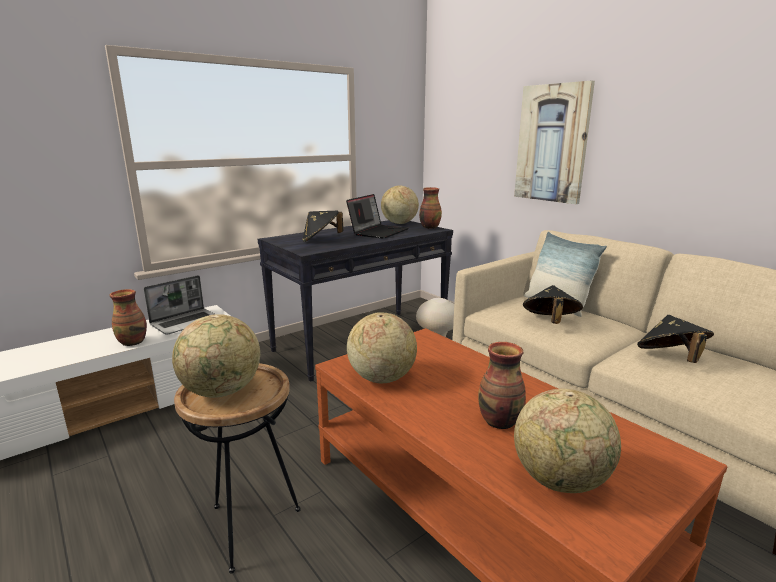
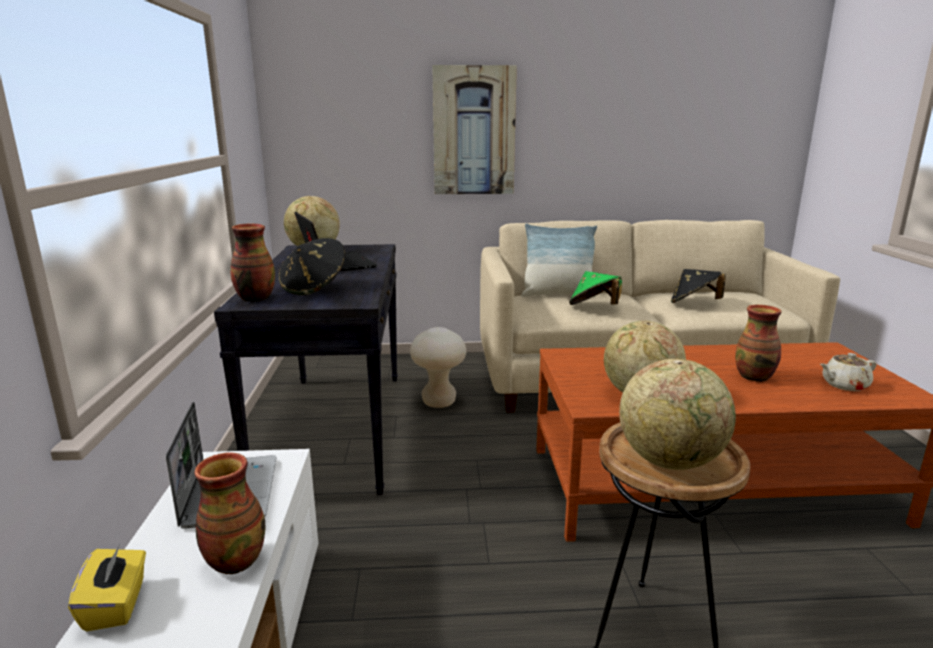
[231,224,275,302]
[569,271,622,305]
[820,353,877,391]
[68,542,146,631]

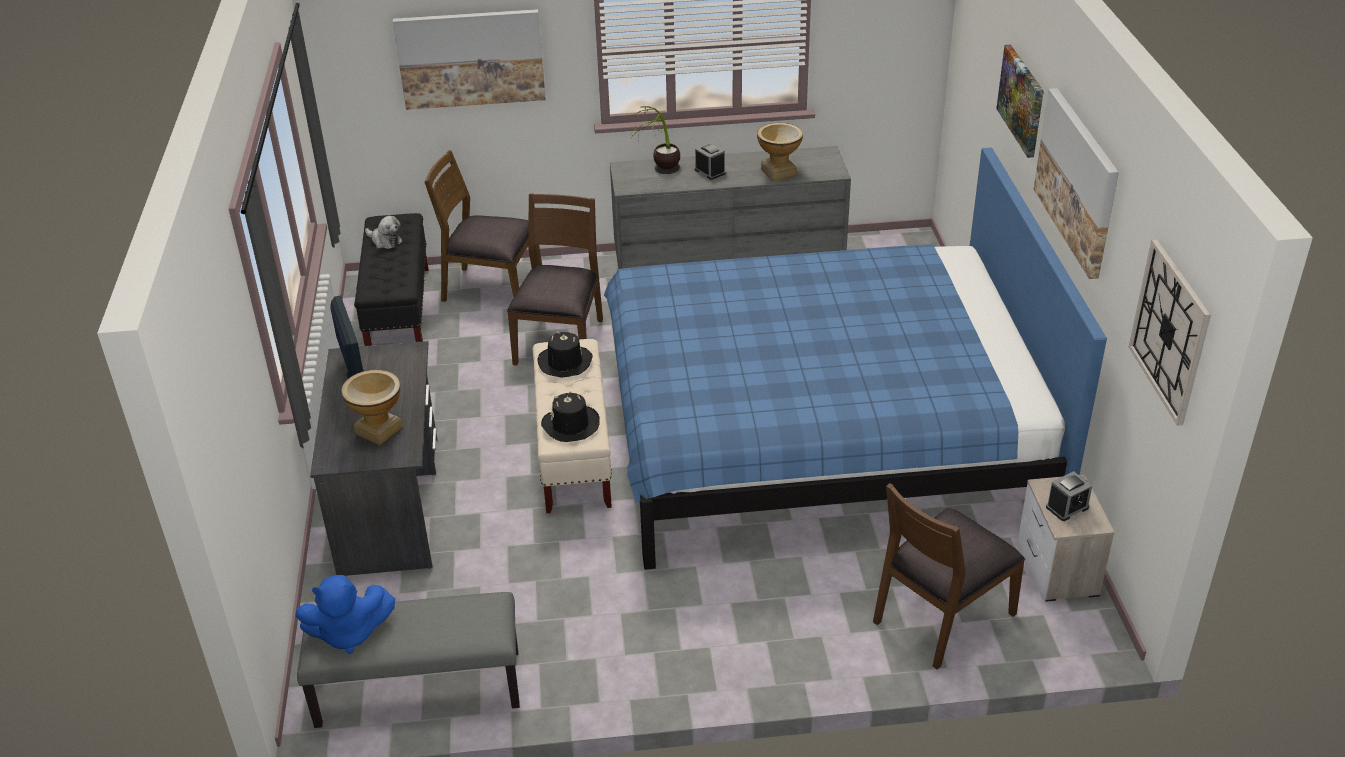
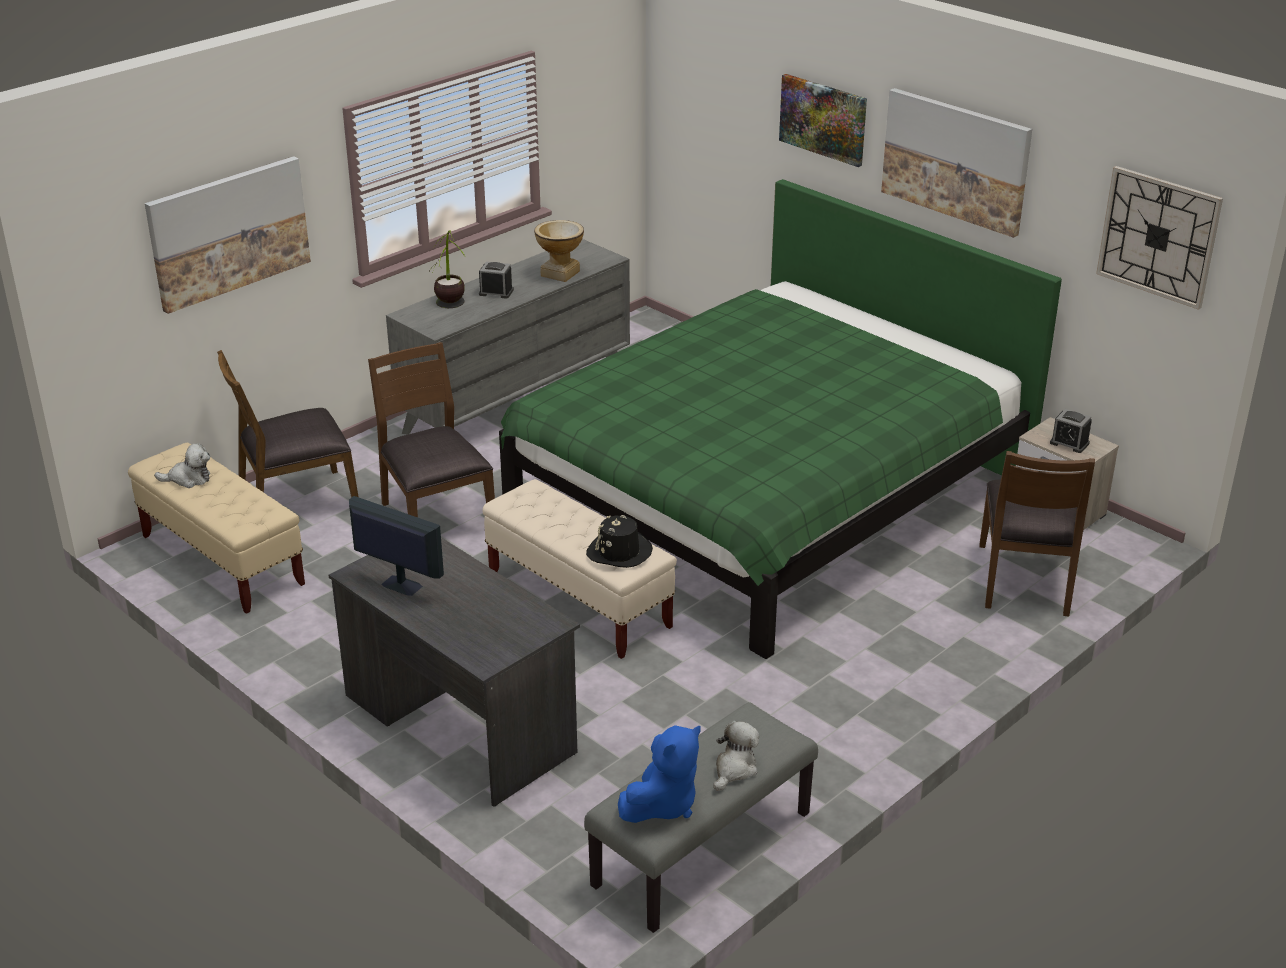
[499,179,1062,659]
[128,443,305,614]
[537,332,593,378] (first image)
[341,370,402,446] (first image)
[1050,409,1092,453]
[713,721,759,791]

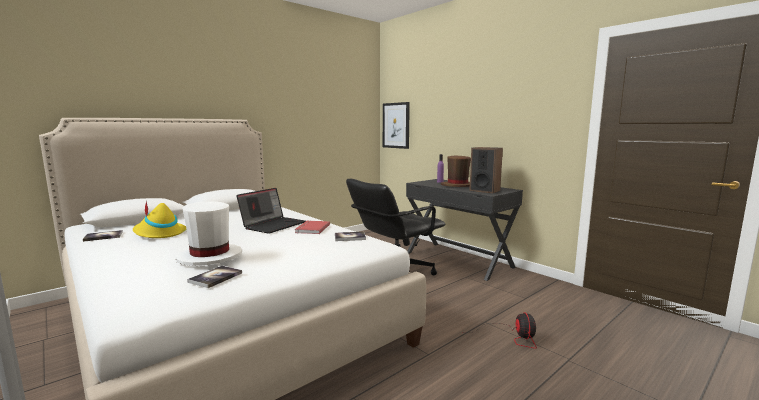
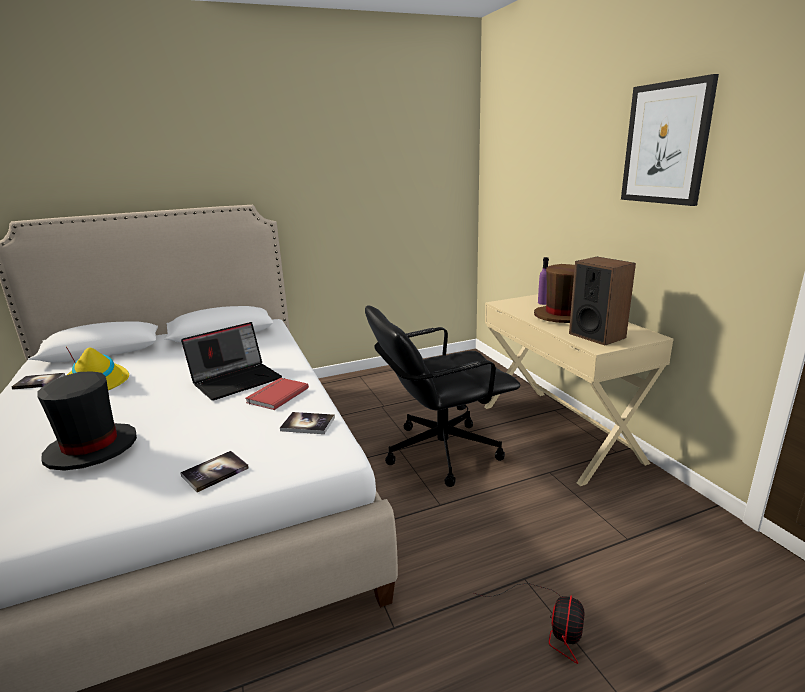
[621,74,719,206]
[484,294,673,486]
[37,371,137,471]
[180,451,249,493]

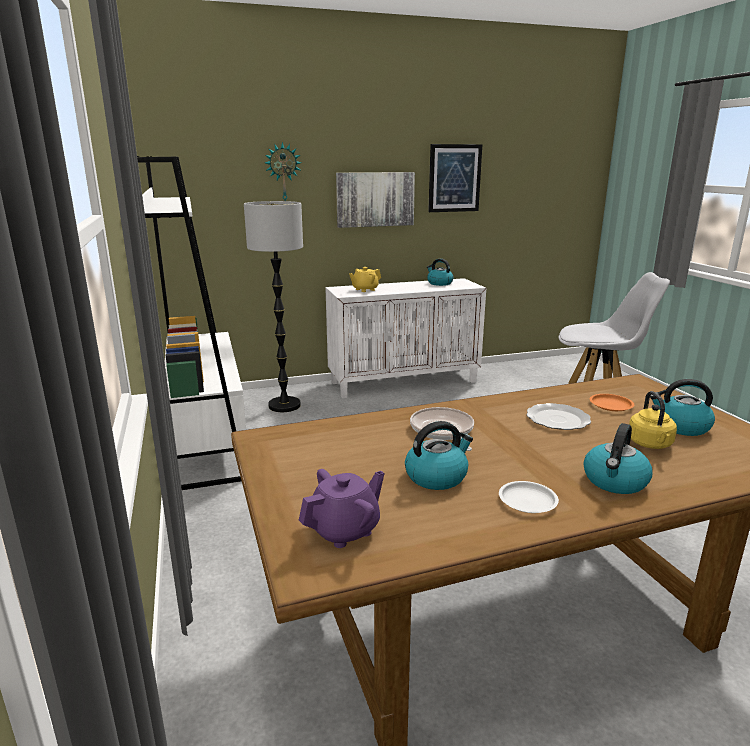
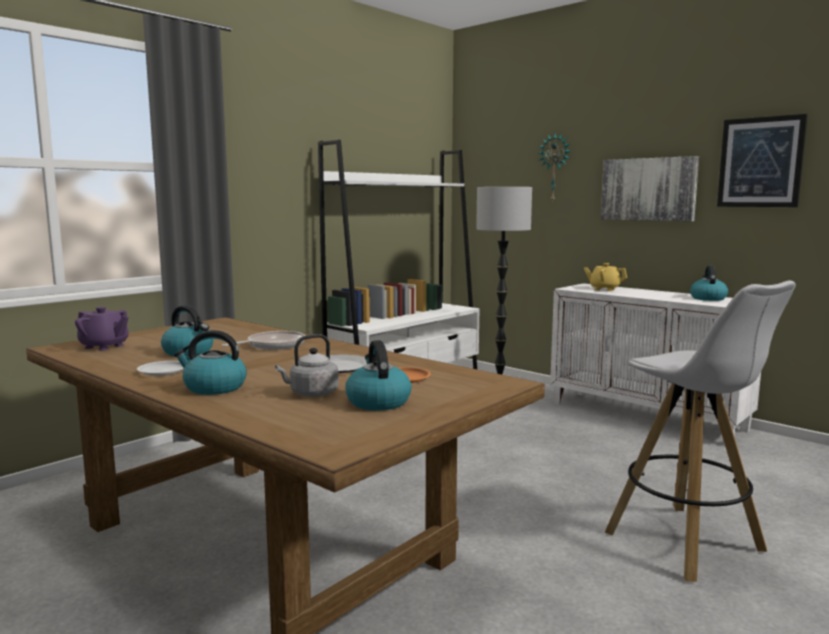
[275,334,339,397]

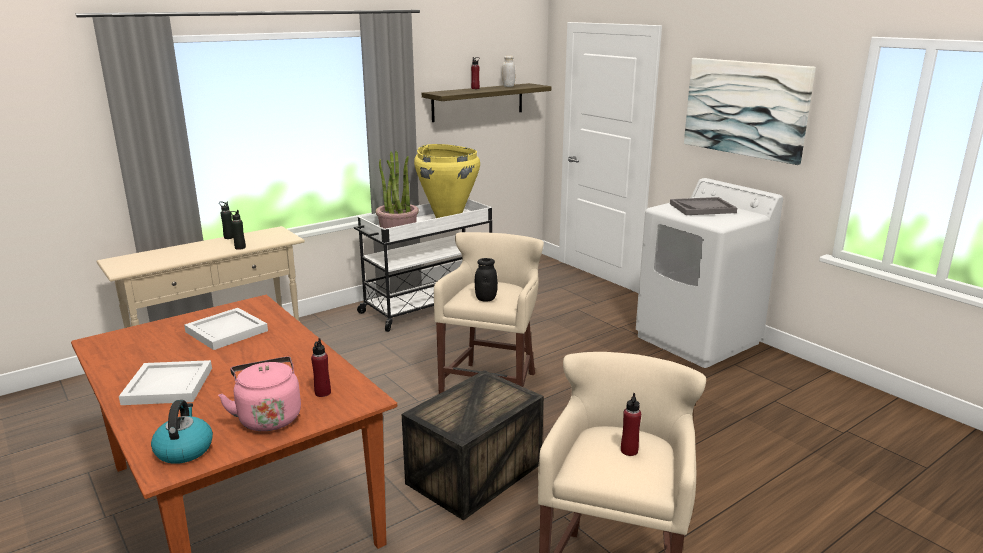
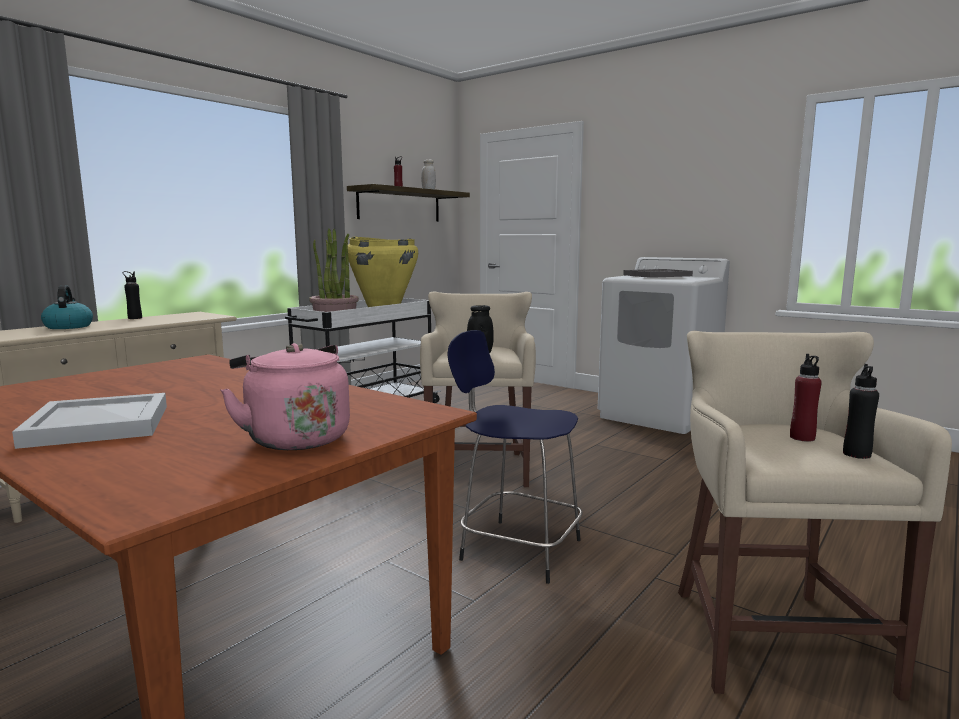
[684,58,816,165] (first image)
[843,364,879,459]
[184,308,268,350] (first image)
[311,338,331,397] (first image)
[447,330,583,584]
[41,285,93,329]

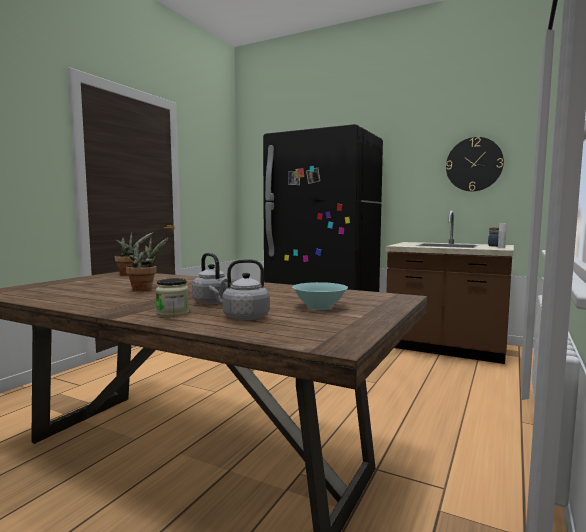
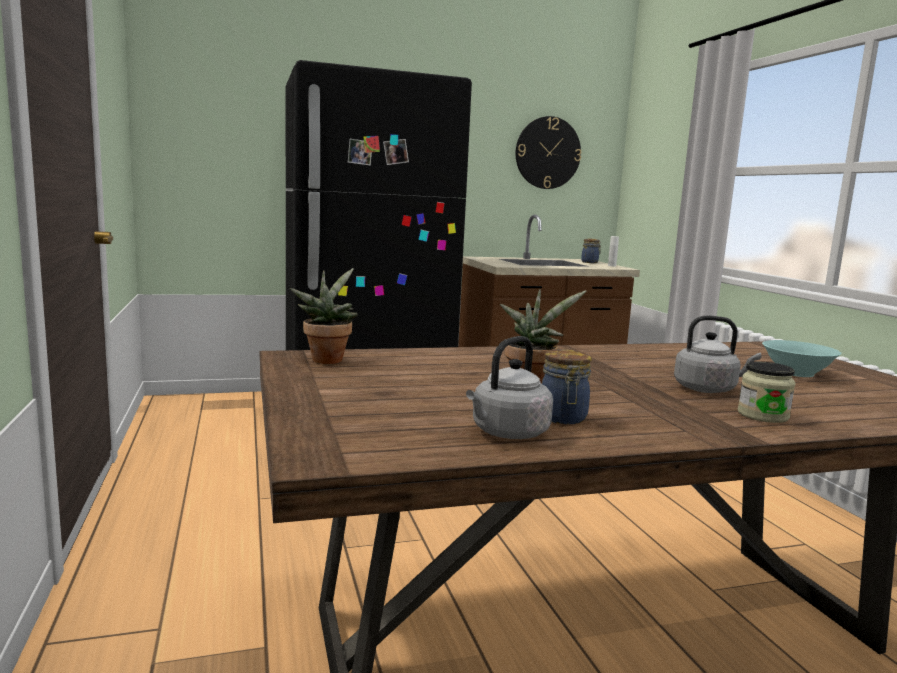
[466,336,553,439]
[542,350,591,424]

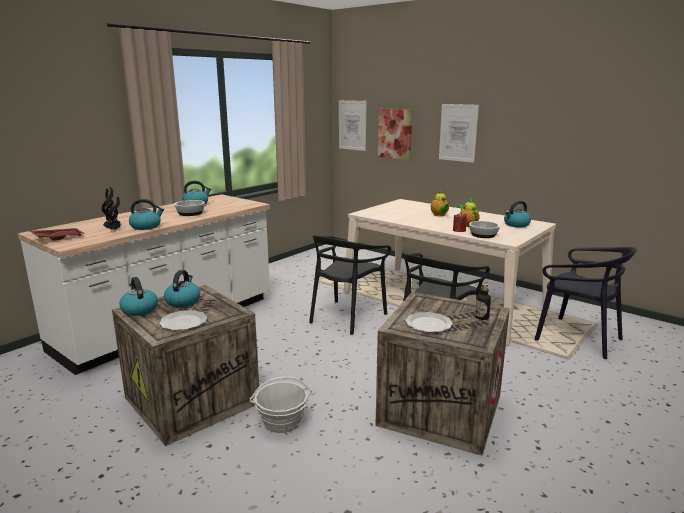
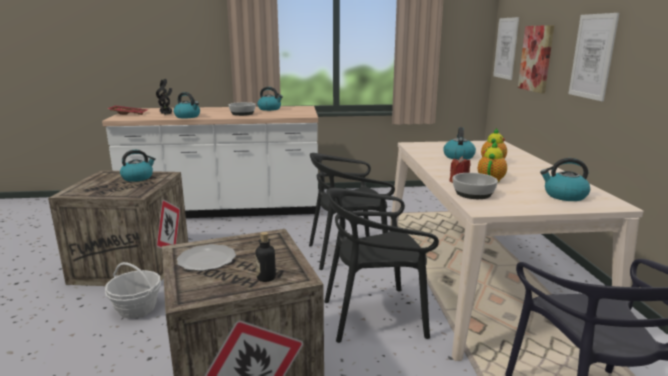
[443,127,476,160]
[159,310,207,330] (first image)

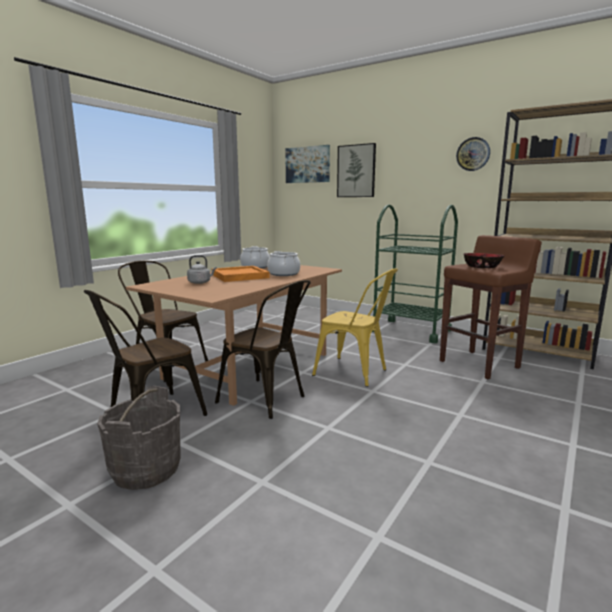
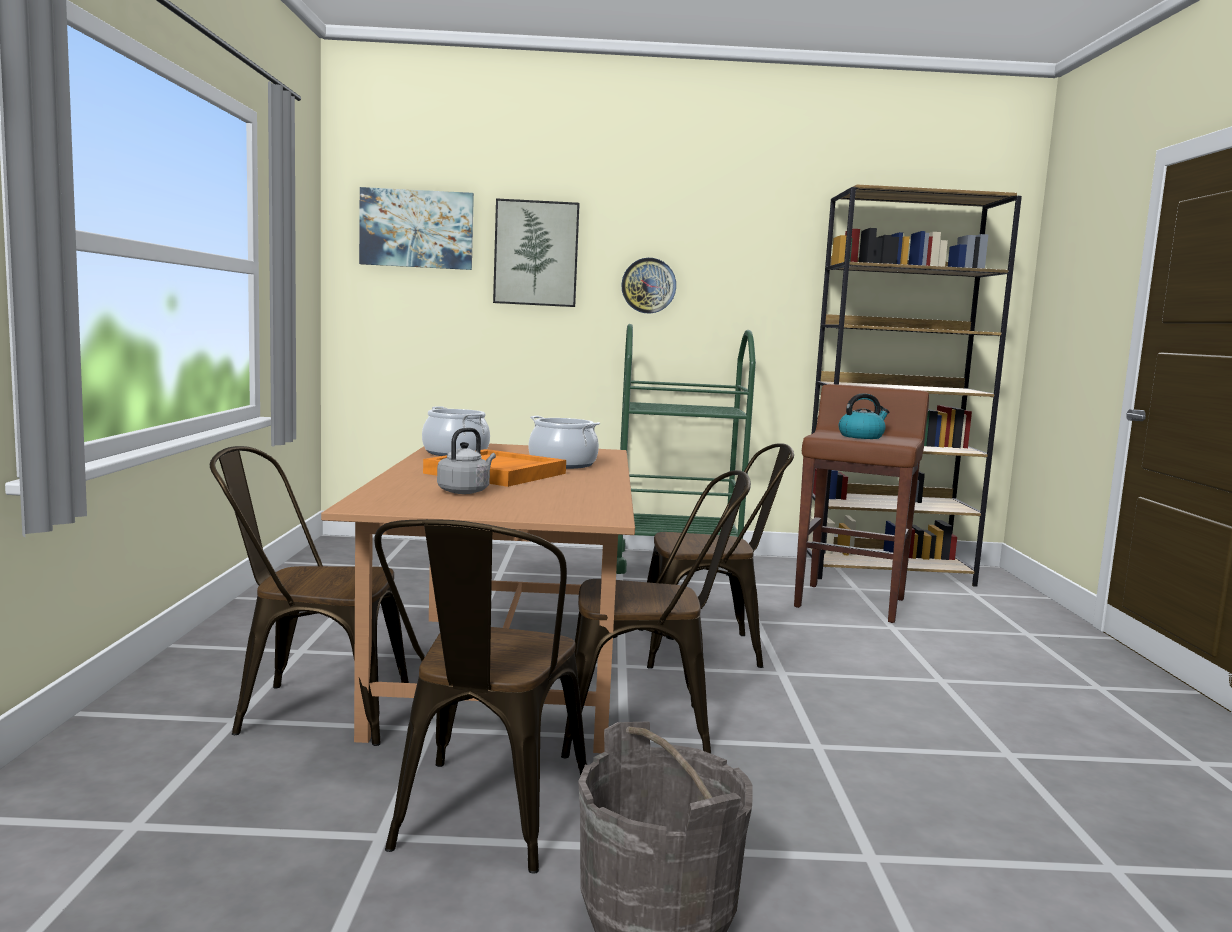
[621,258,676,314]
[839,393,889,439]
[638,443,794,669]

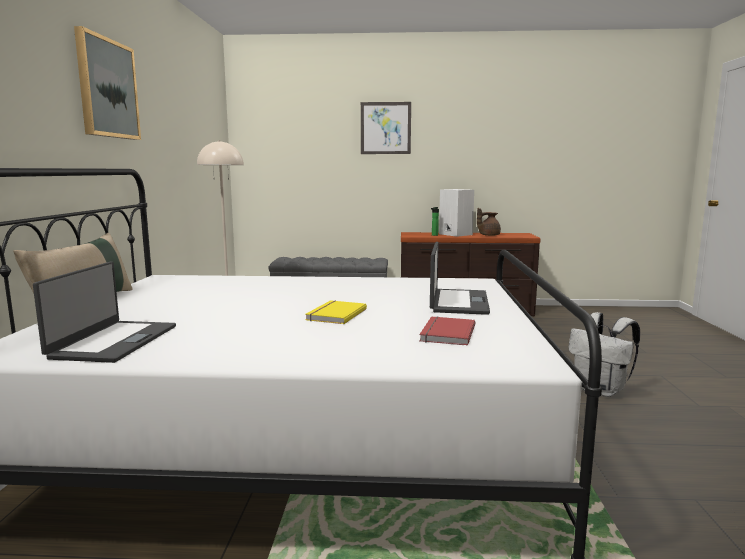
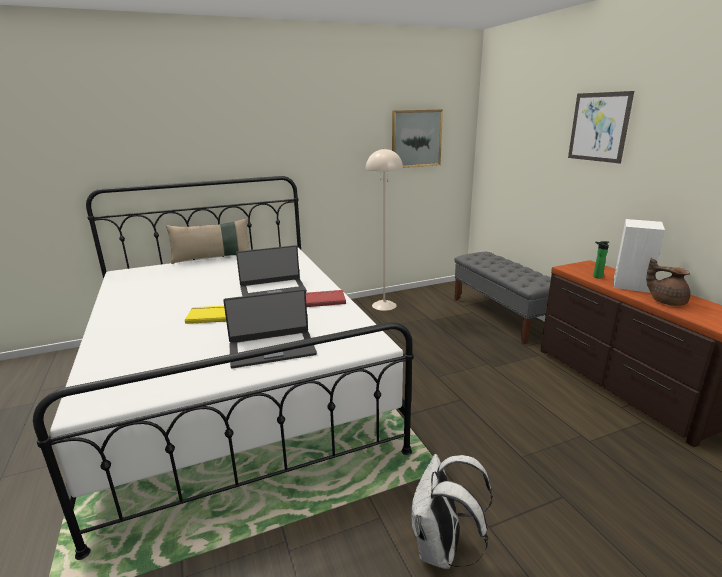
[392,110,443,168]
[236,245,307,296]
[306,290,346,307]

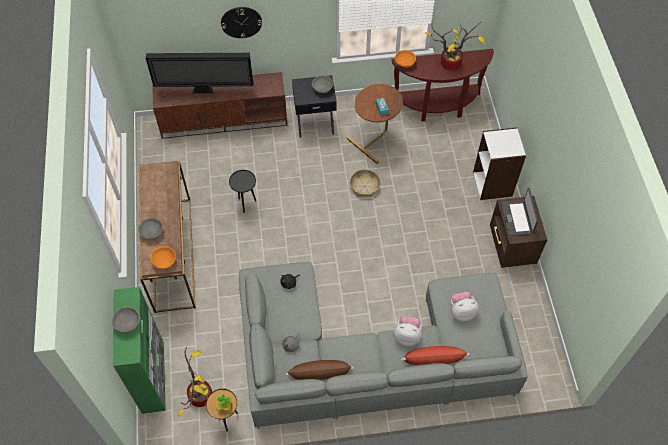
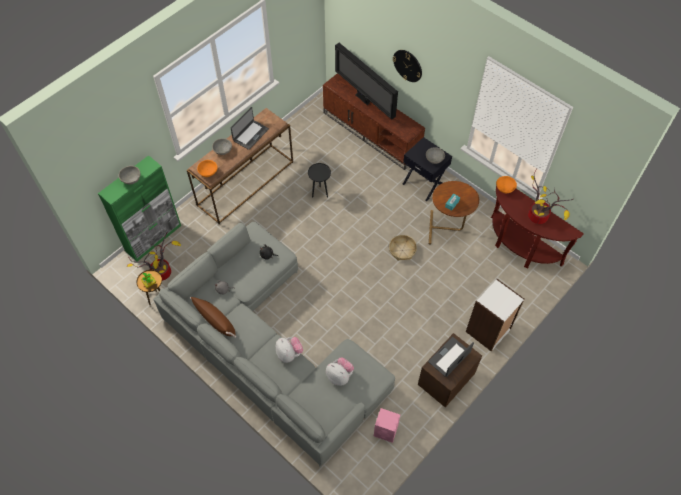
[401,346,470,365] (first image)
[231,107,269,150]
[374,408,400,443]

